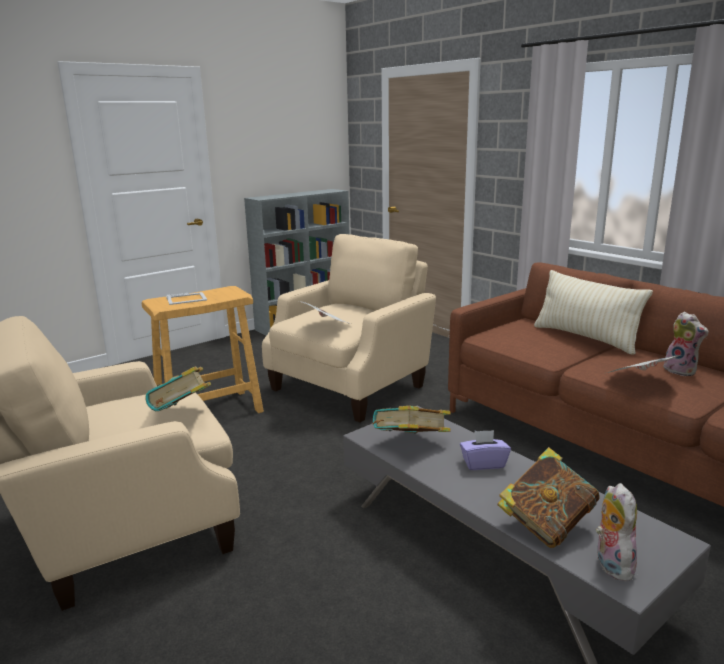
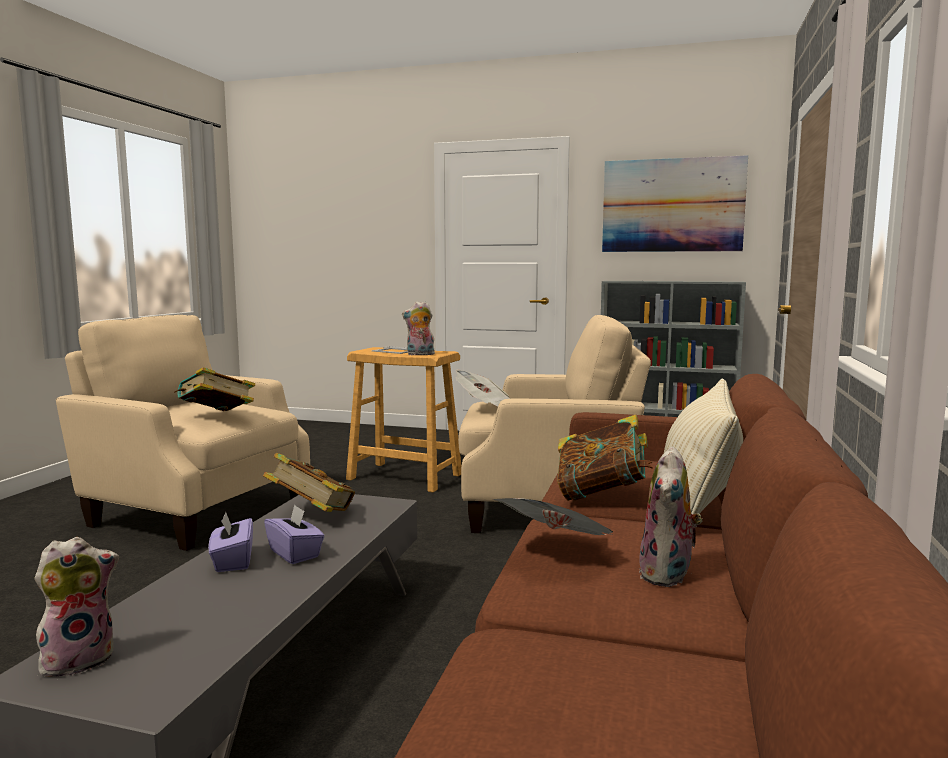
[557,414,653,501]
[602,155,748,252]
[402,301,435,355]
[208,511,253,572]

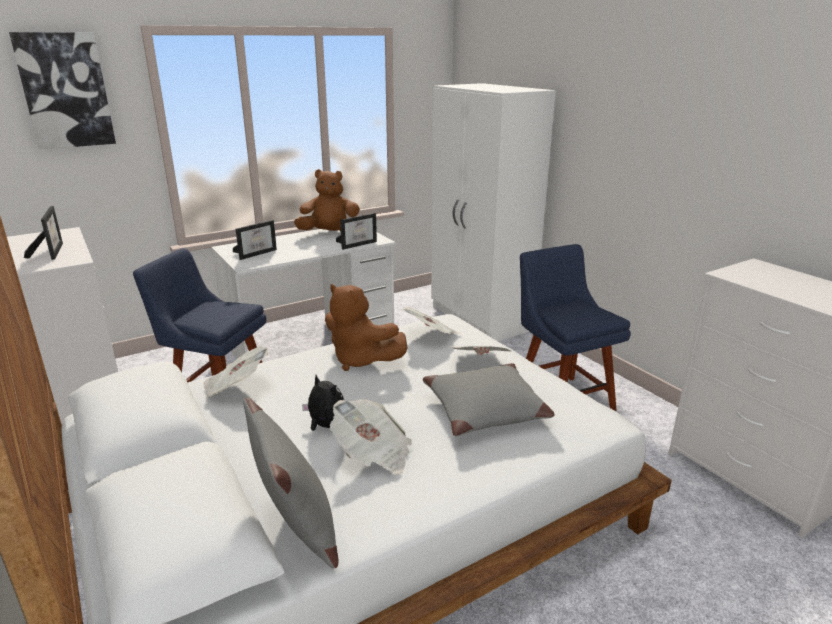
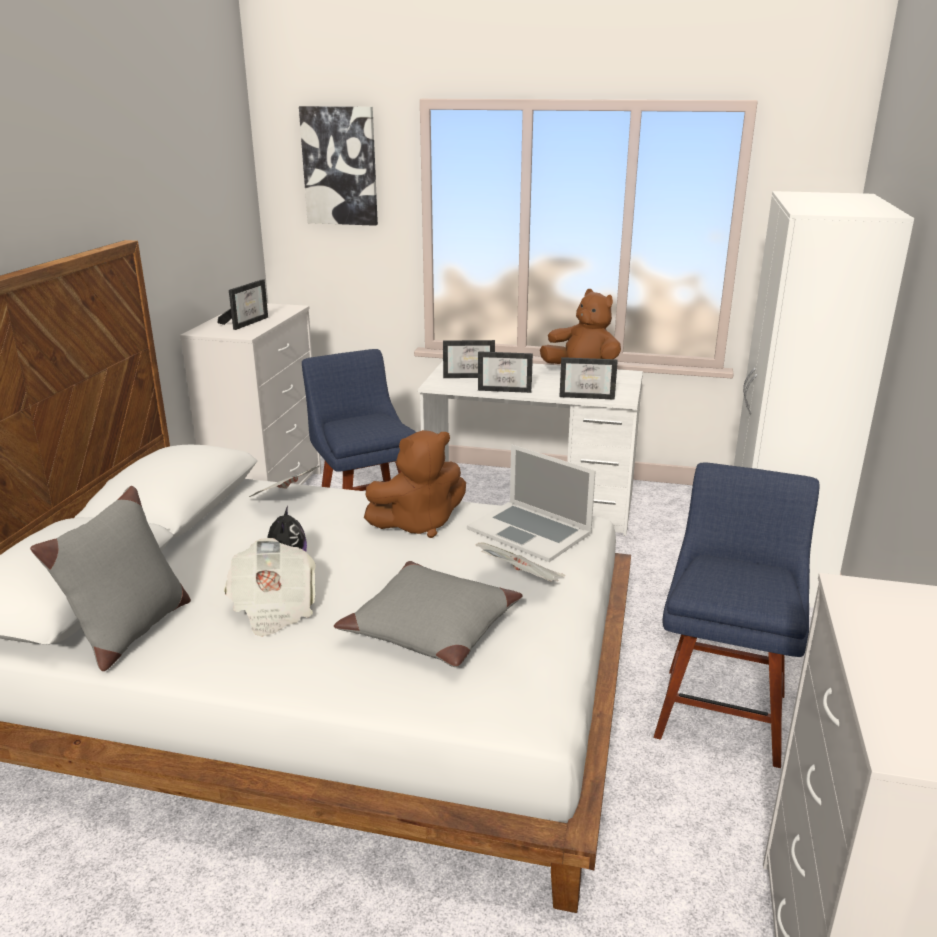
[364,430,466,538]
[467,444,596,562]
[478,351,533,393]

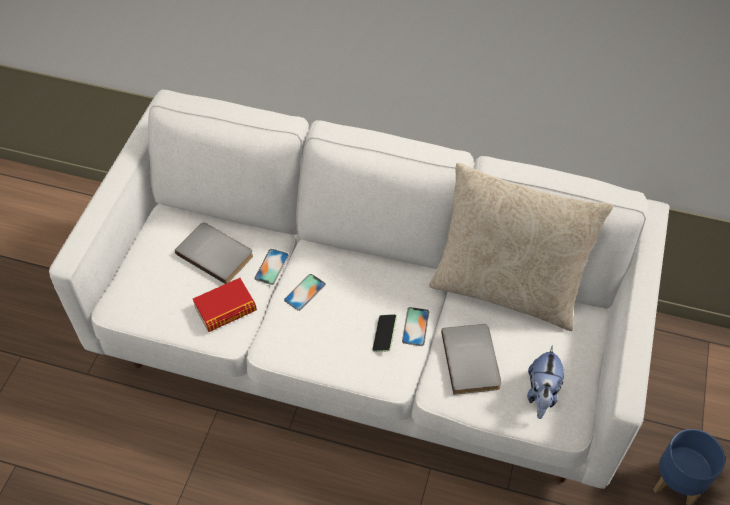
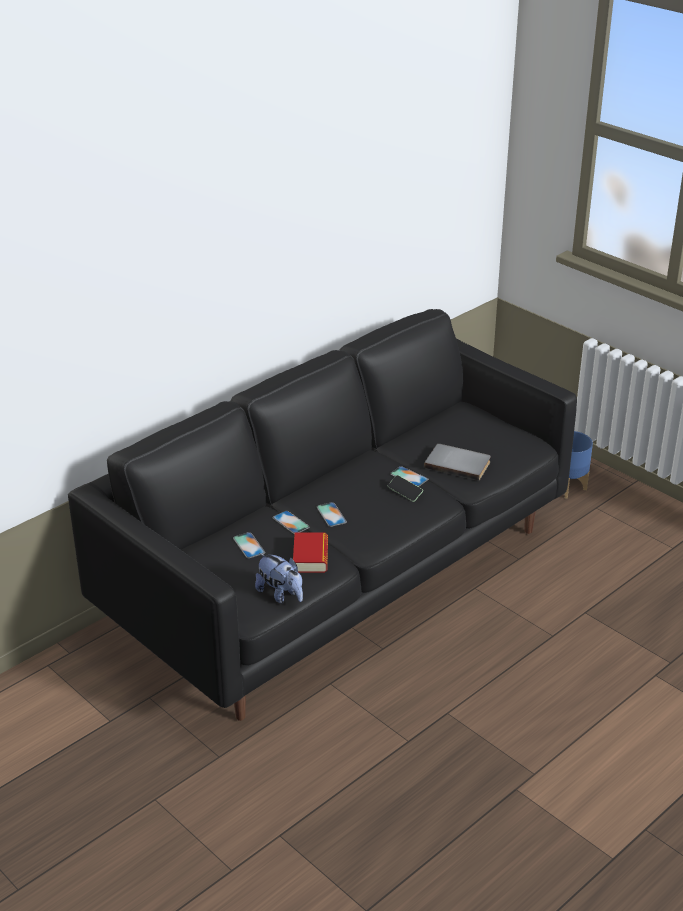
[68,309,577,721]
[429,163,614,331] (first image)
[233,532,265,558]
[255,553,303,604]

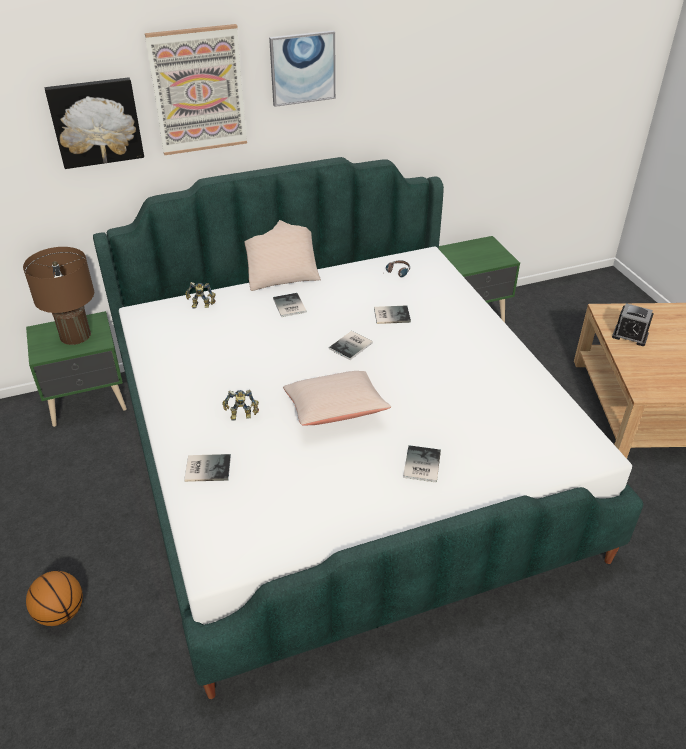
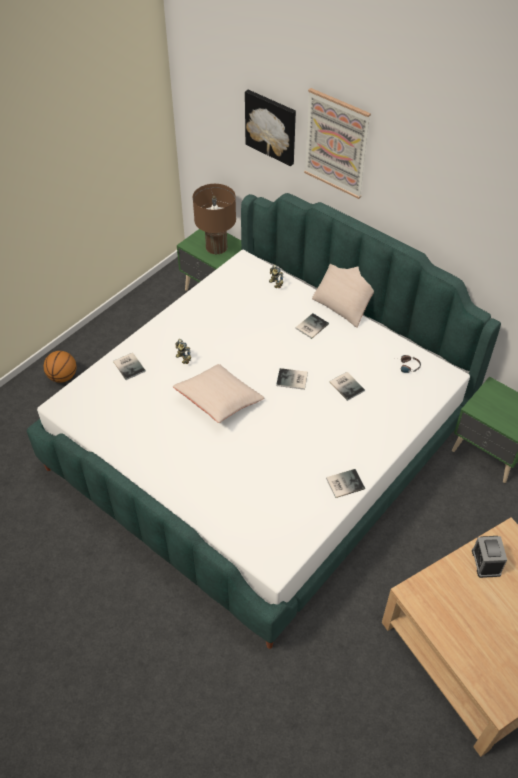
[269,30,336,107] (first image)
[326,469,365,498]

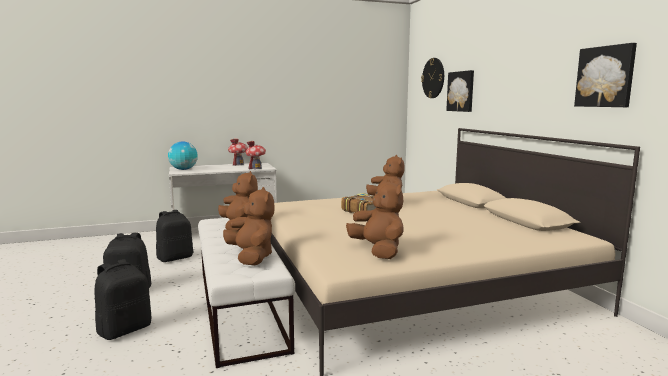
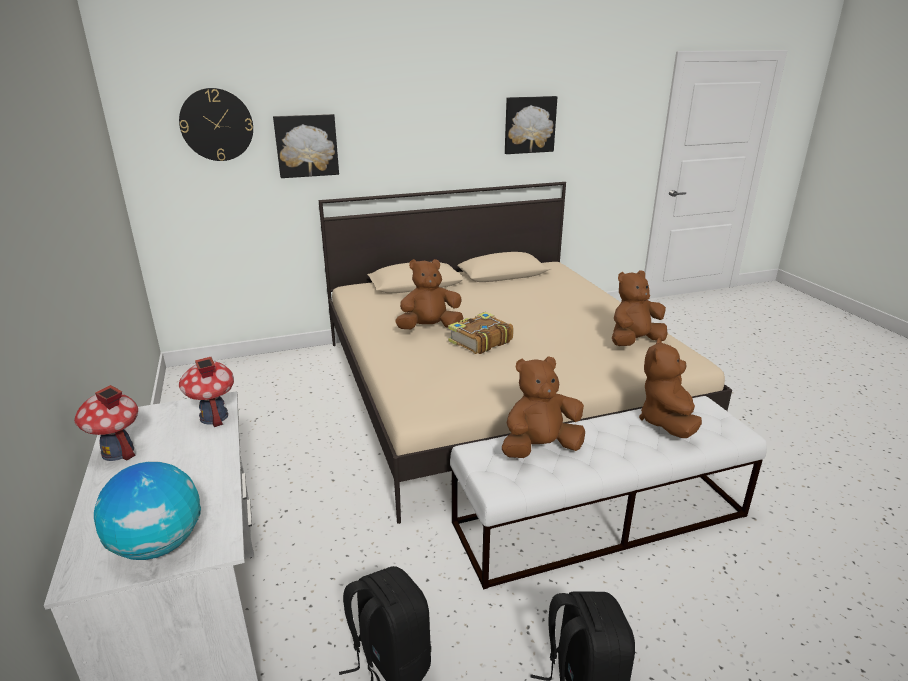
[639,338,702,438]
[94,259,151,340] (first image)

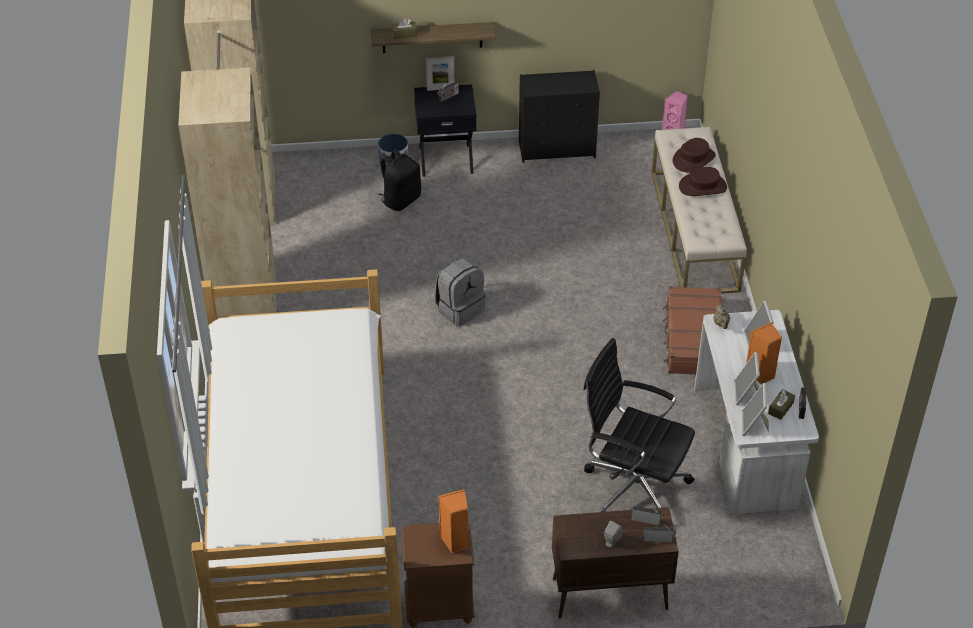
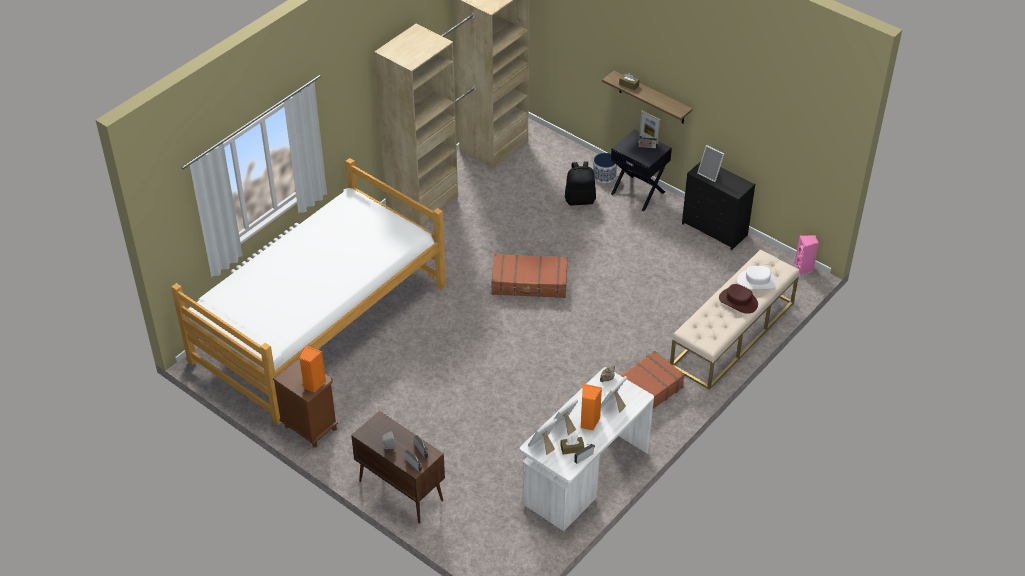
[737,266,777,289]
[491,253,568,298]
[583,338,695,512] (first image)
[697,145,724,182]

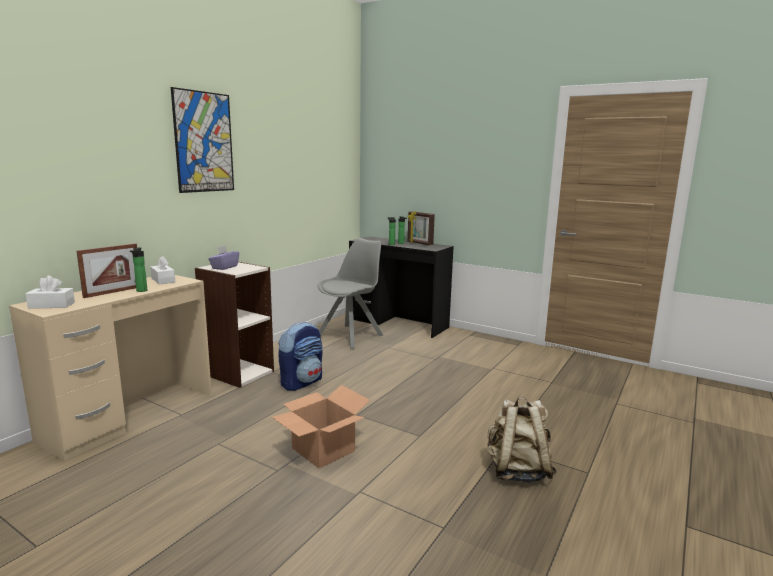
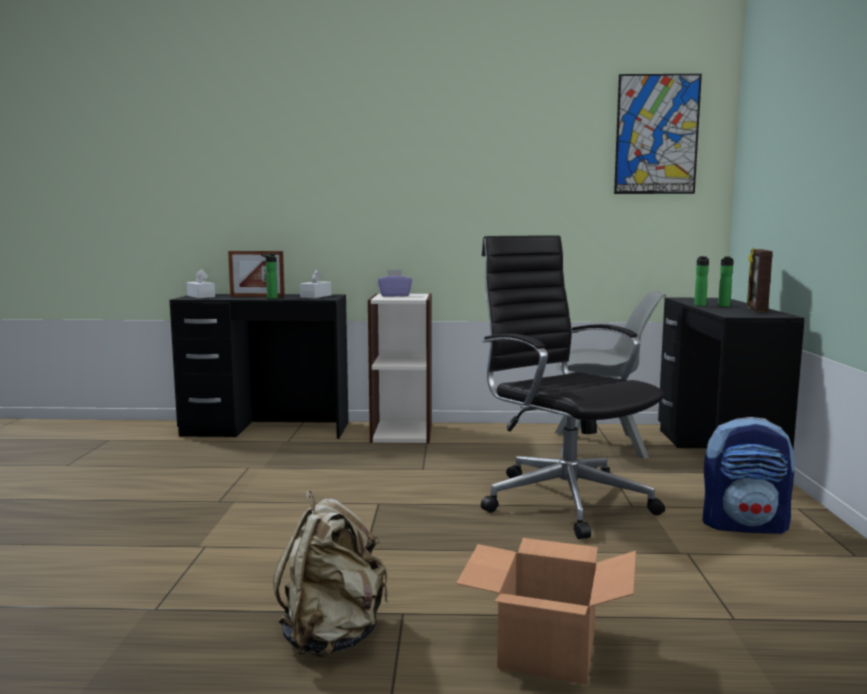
[614,74,702,194]
[169,294,349,439]
[703,417,795,534]
[456,538,636,685]
[481,235,665,539]

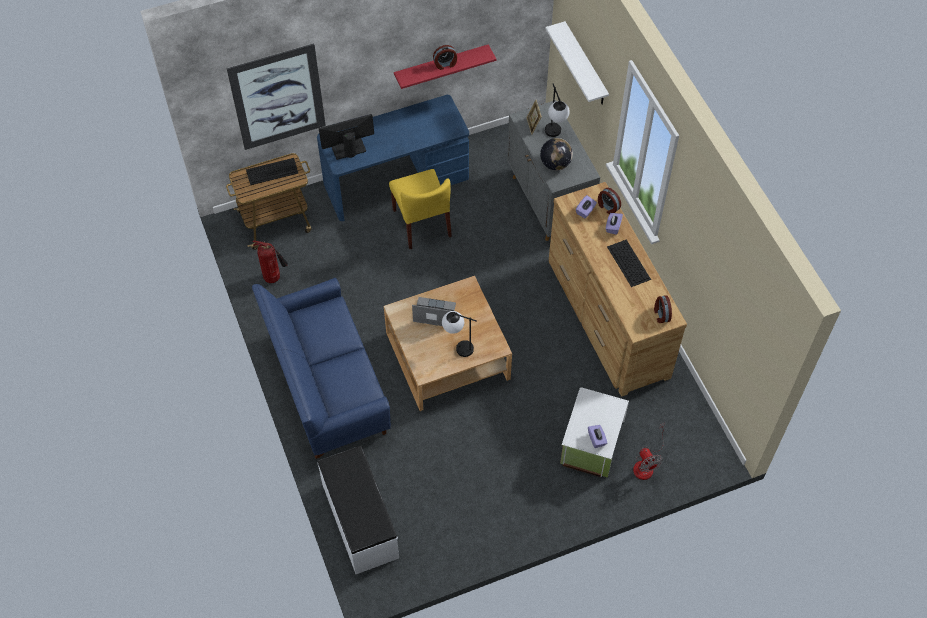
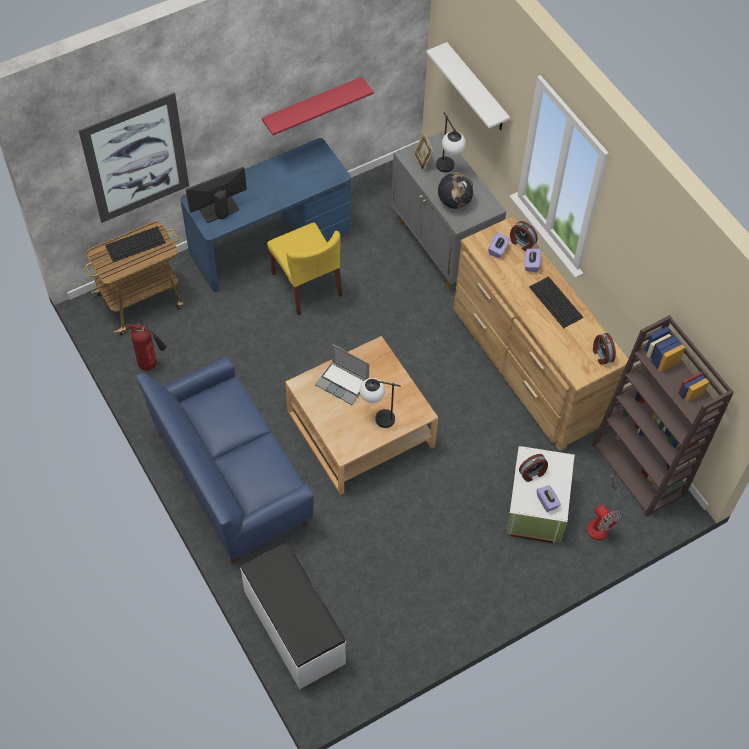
[519,454,548,482]
[315,344,369,405]
[592,315,734,517]

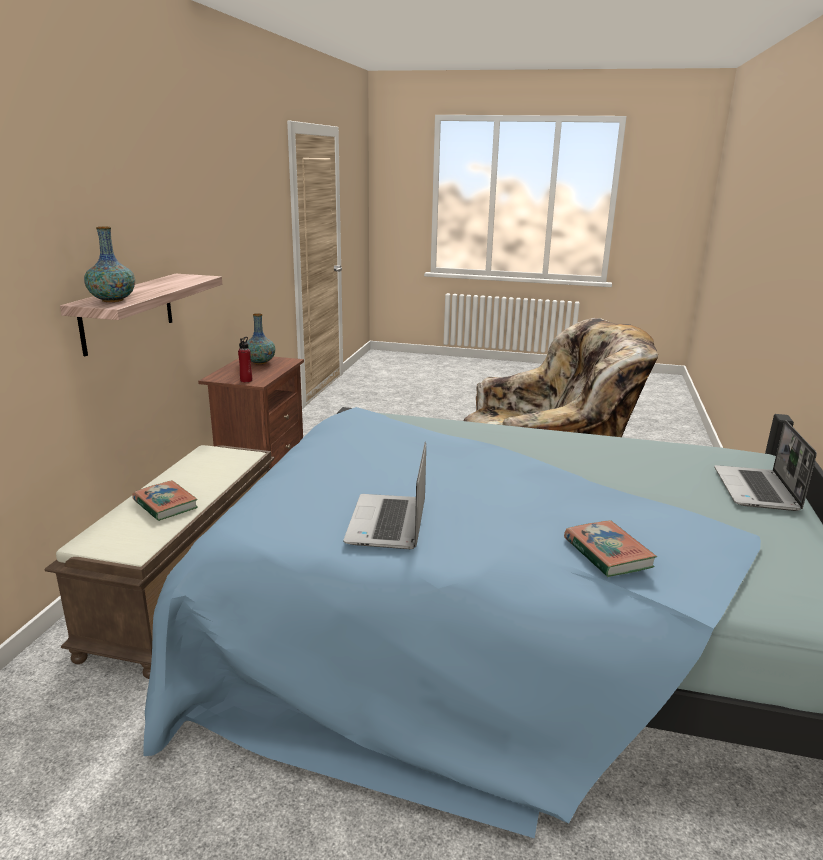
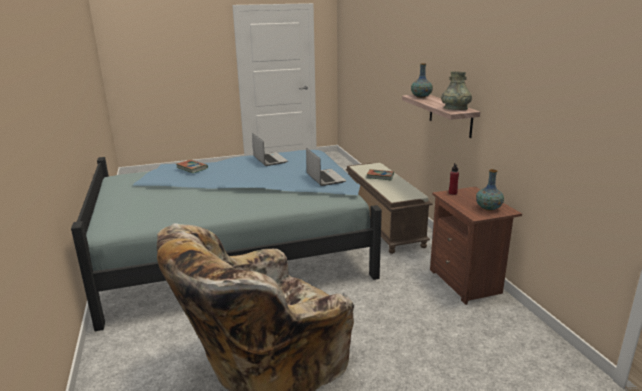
[306,148,346,186]
[441,71,472,110]

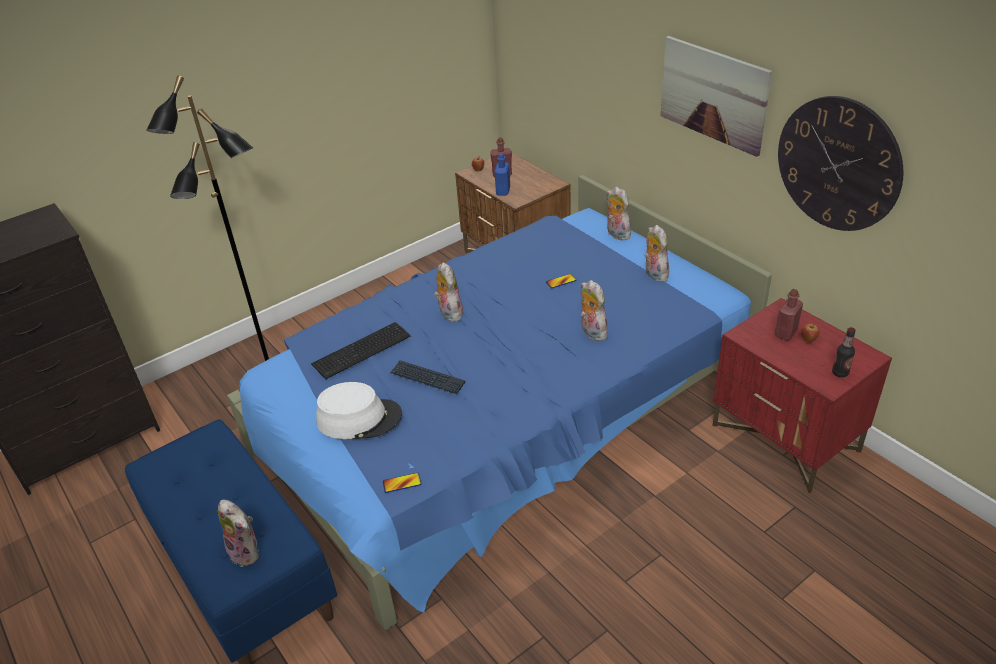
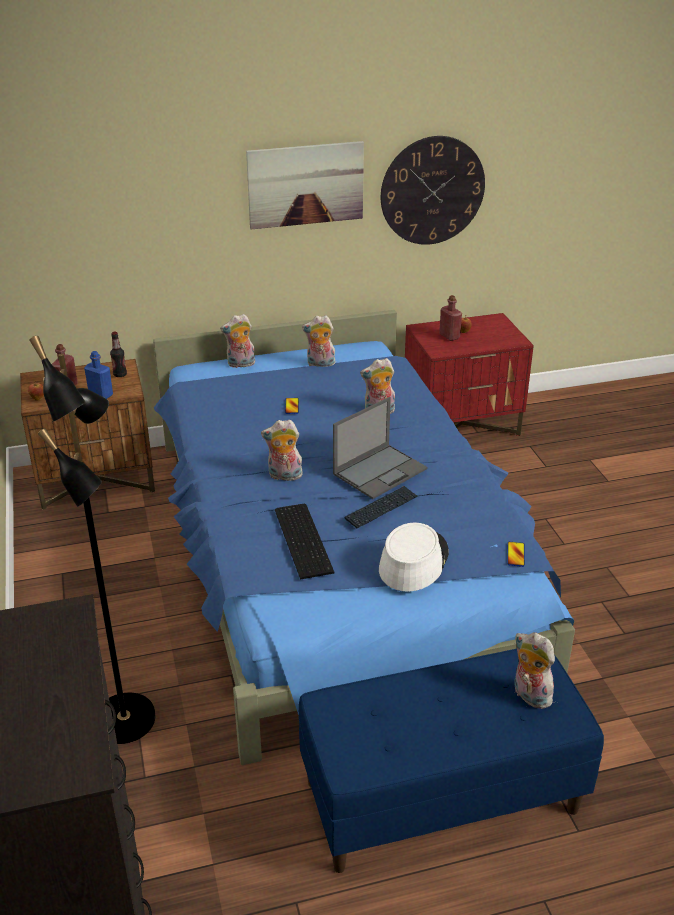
[110,332,127,377]
[514,632,555,709]
[333,397,427,499]

